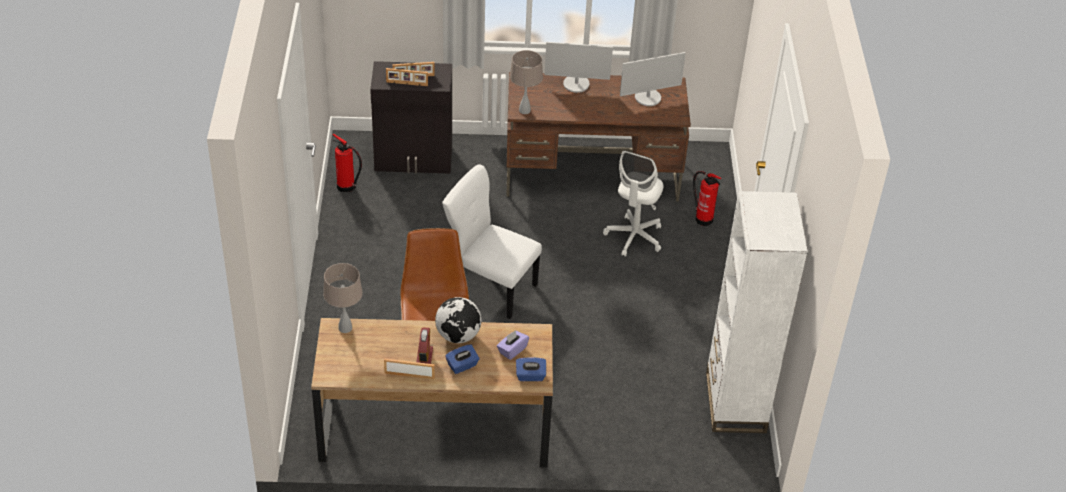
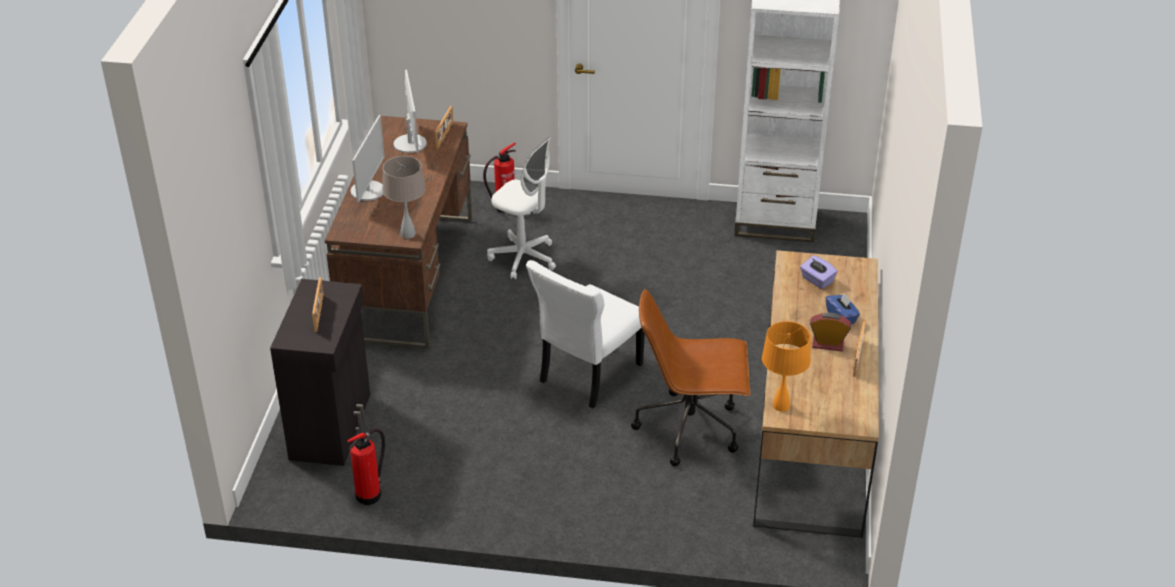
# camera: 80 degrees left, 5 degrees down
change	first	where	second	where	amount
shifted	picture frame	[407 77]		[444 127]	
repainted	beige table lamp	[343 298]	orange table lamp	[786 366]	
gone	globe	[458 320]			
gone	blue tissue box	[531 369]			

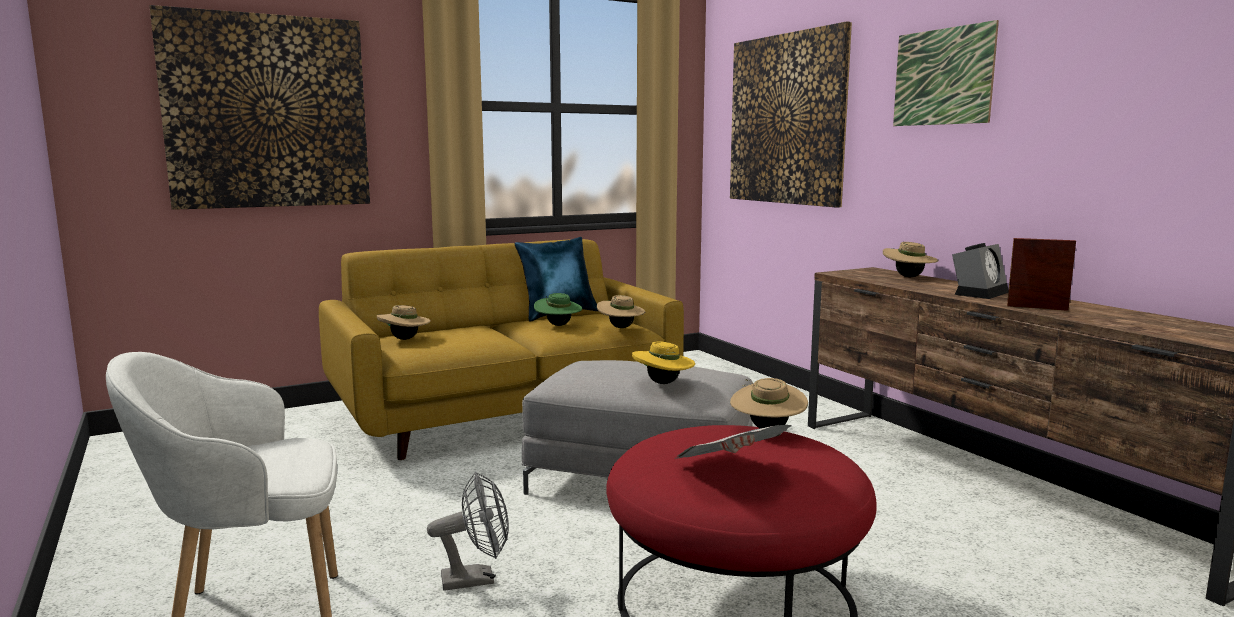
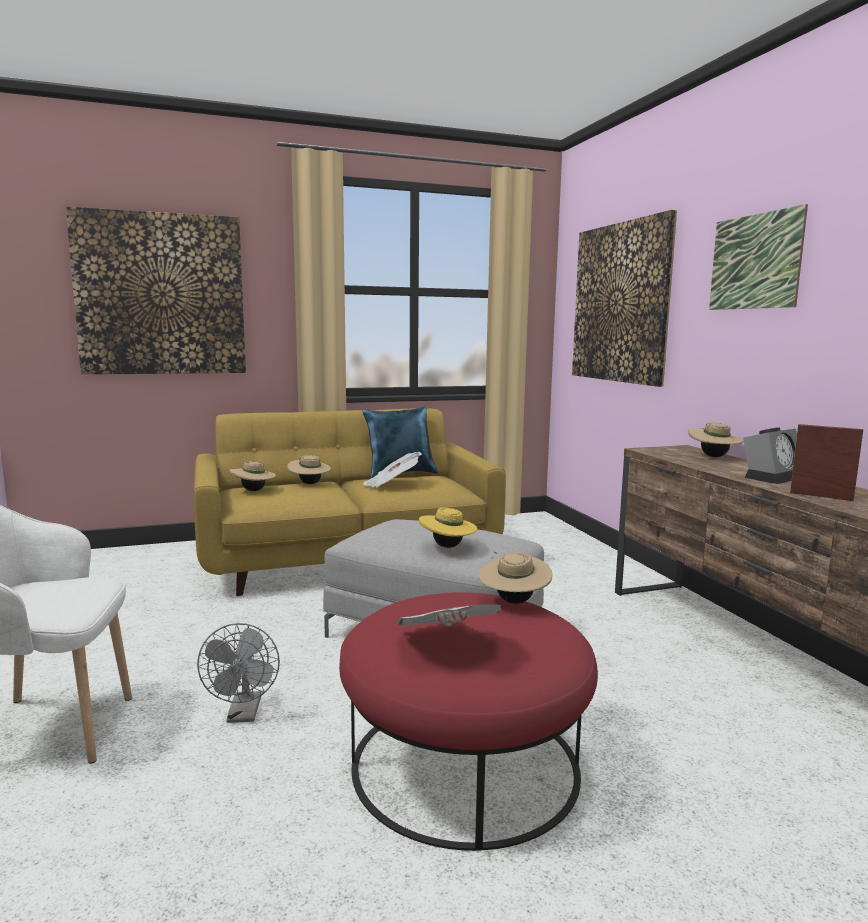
# camera: 10 degrees right, 0 degrees up
change	first	where	second	where	amount
rotated	grey fan	[468 531]		[238 673]	90 degrees clockwise
shifted	beige hat	[621 311]		[309 469]	
swapped	green hat	[558 309]	newspaper	[392 469]	

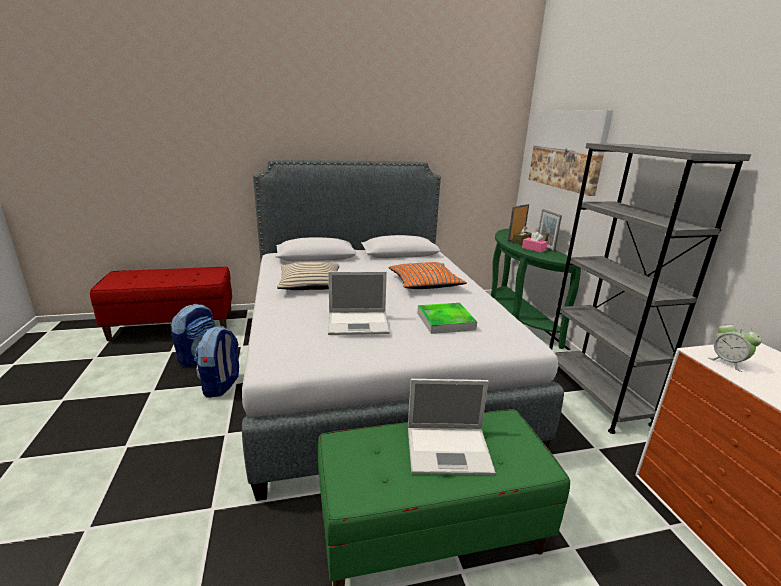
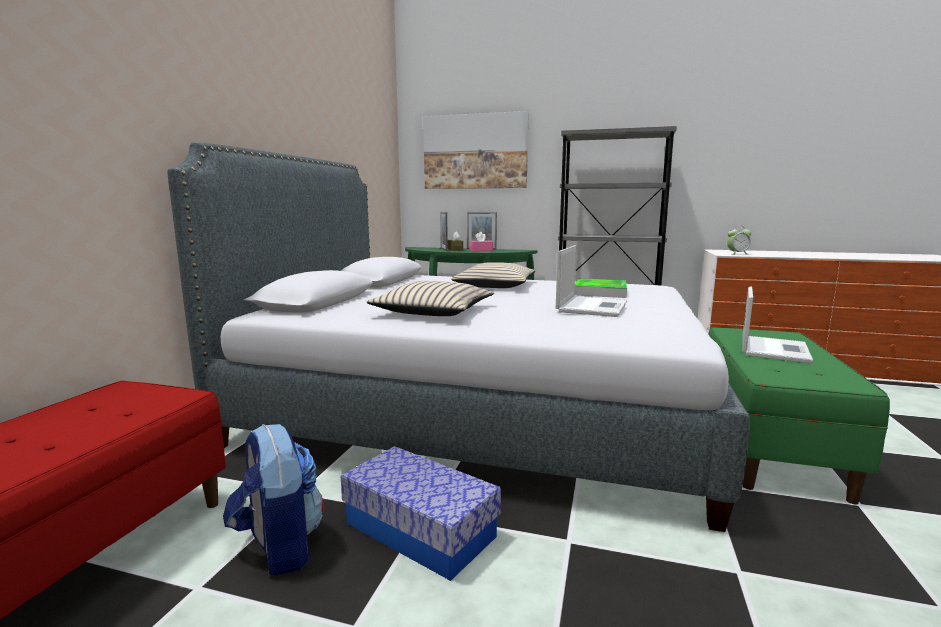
# camera: 60 degrees left, 10 degrees down
change	first	where	second	where	amount
swapped	backpack	[216 362]	storage box	[421 513]	
repainted	orange pillow	[428 275]	beige pillow	[493 275]	

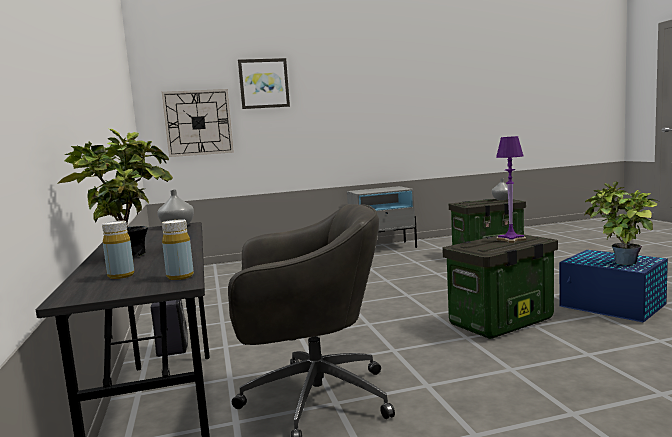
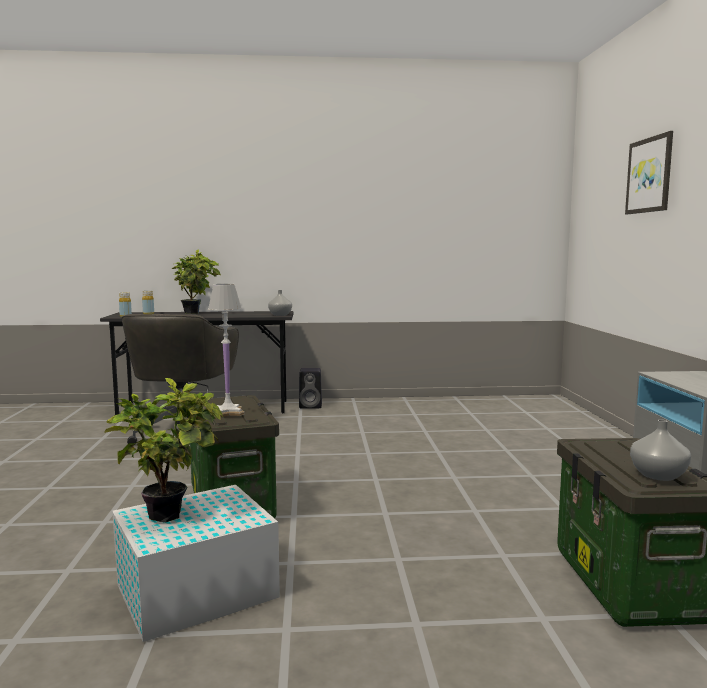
# camera: 100 degrees right, 0 degrees up
change	first	where	second	where	amount
repainted	blue storage box	[613 286]	white storage box	[196 563]	
repainted	purple table lamp	[511 189]	white table lamp	[226 350]	
gone	wall clock	[198 123]			

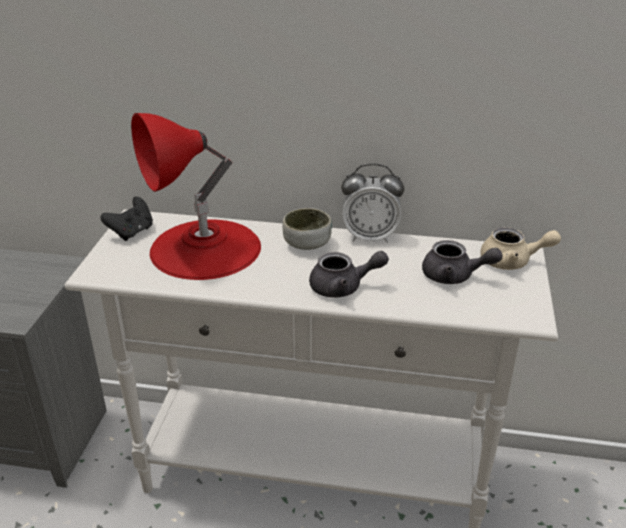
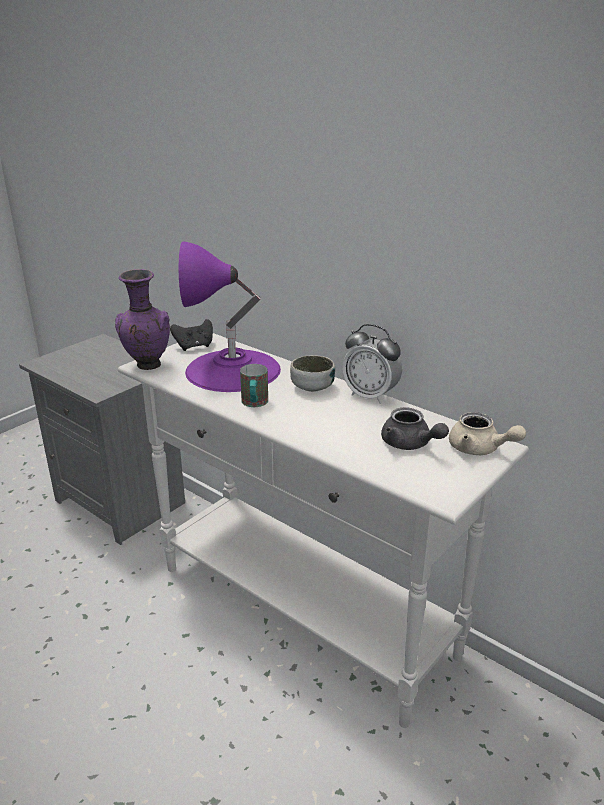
# camera: 30 degrees right, 5 degrees down
change	first	where	second	where	amount
new			purple vase	[142 319]	
repainted	red table lamp	[196 196]	purple table lamp	[230 316]	
new			mug	[254 385]	
gone	grey teapot	[349 274]			

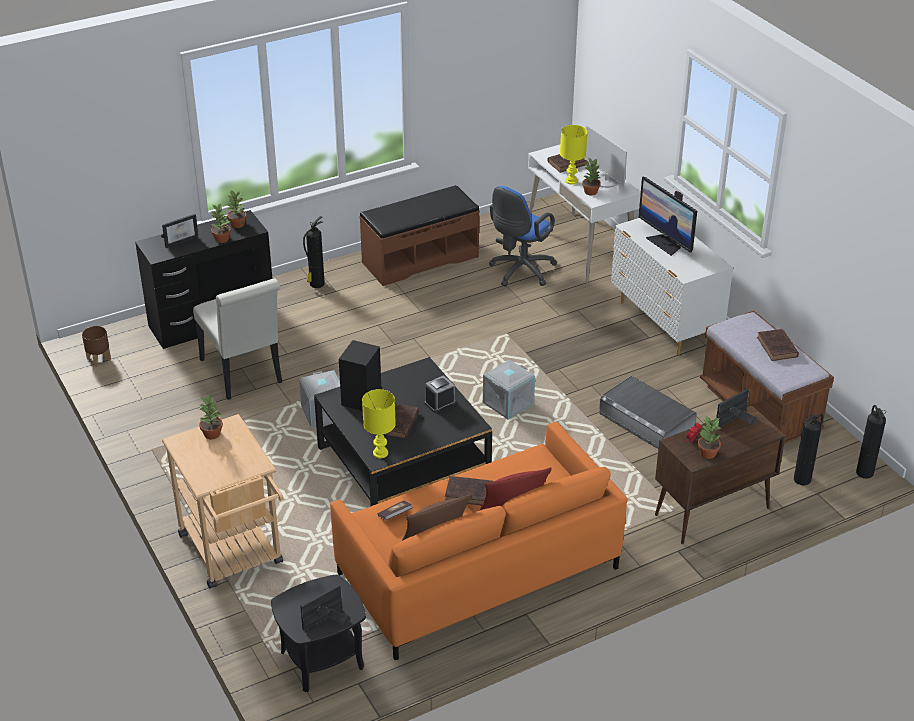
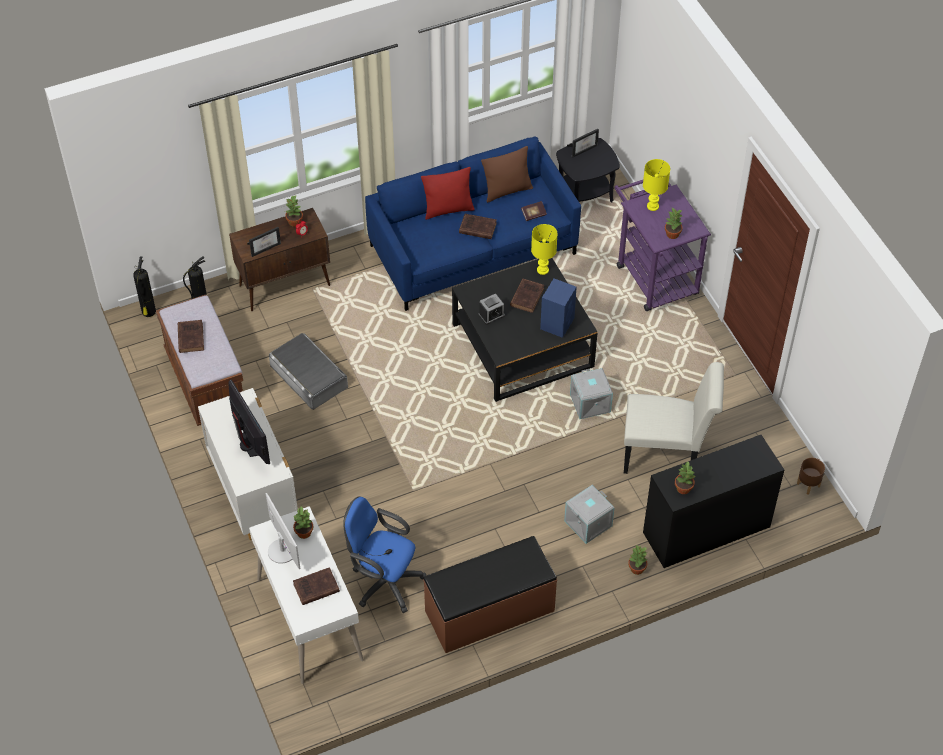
# camera: 175 degrees left, 15 degrees up
change	first	where	second	where	amount
rotated	blue office chair	[523 236]		[384 554]	105 degrees counterclockwise
repainted	orange sofa	[478 541]	blue sofa	[473 223]	
repainted	black speaker	[360 375]	blue speaker	[558 308]	
shifted	grey storage box	[509 390]		[589 514]	
repainted	beige cart	[222 501]	purple cart	[663 245]	
rotated	white chair	[237 339]		[674 418]	120 degrees clockwise
shifted	potted plant	[221 223]		[637 560]	
shifted	yellow table lamp	[573 155]		[656 185]	
gone	picture frame	[180 231]			
gone	fire extinguisher	[314 252]			

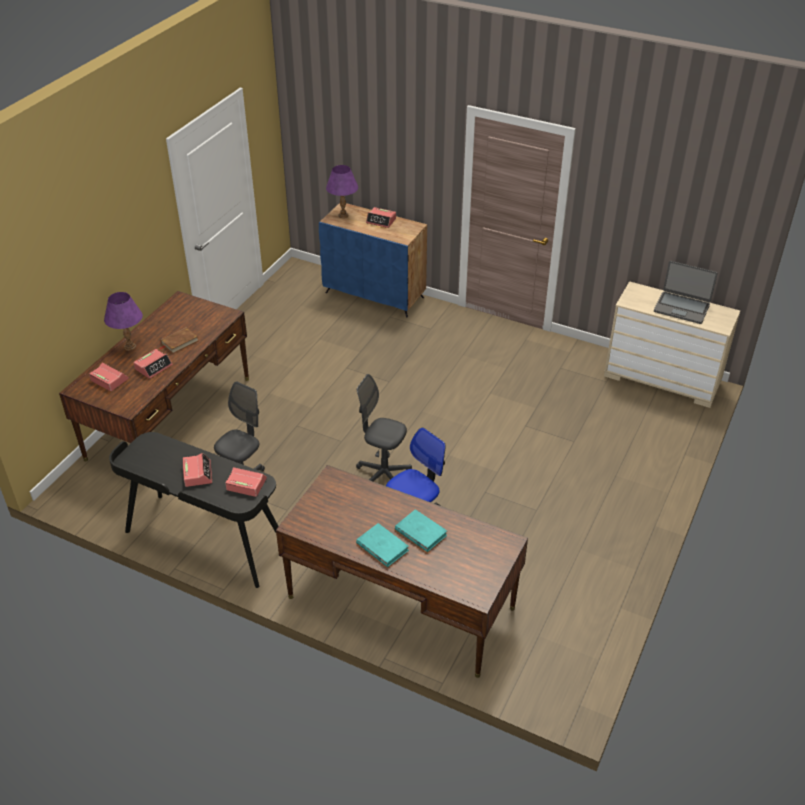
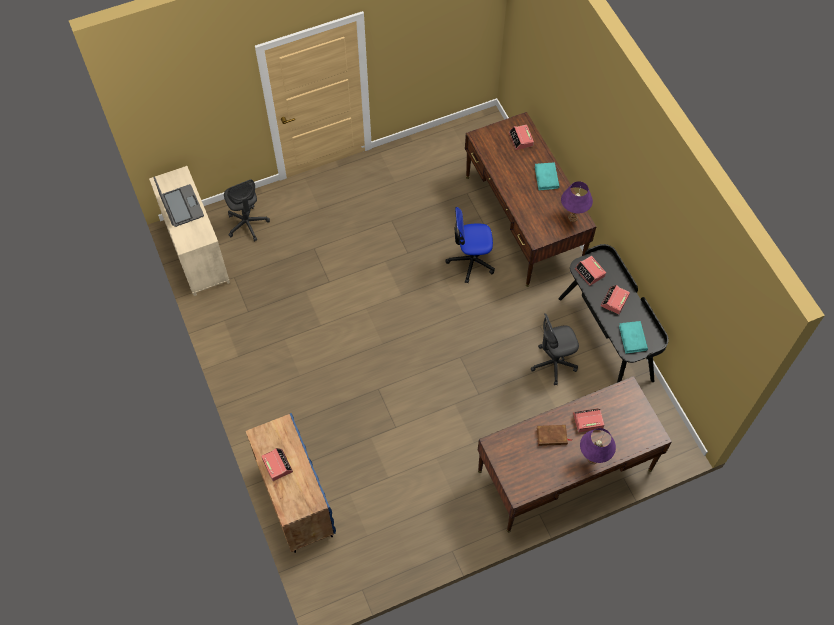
# camera: 140 degrees left, 20 degrees up
change	first	where	second	where	amount
shifted	grey office chair	[384 427]		[247 210]	
shifted	alarm clock	[109 377]		[521 137]	
shifted	purple table lamp	[342 191]		[577 201]	
shifted	turquoise book	[421 530]		[633 337]	

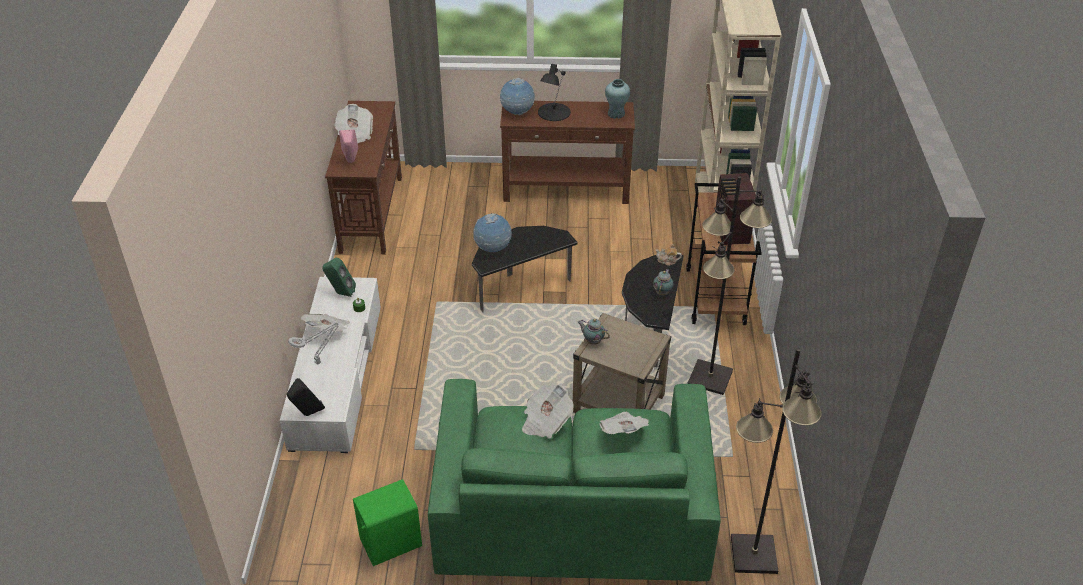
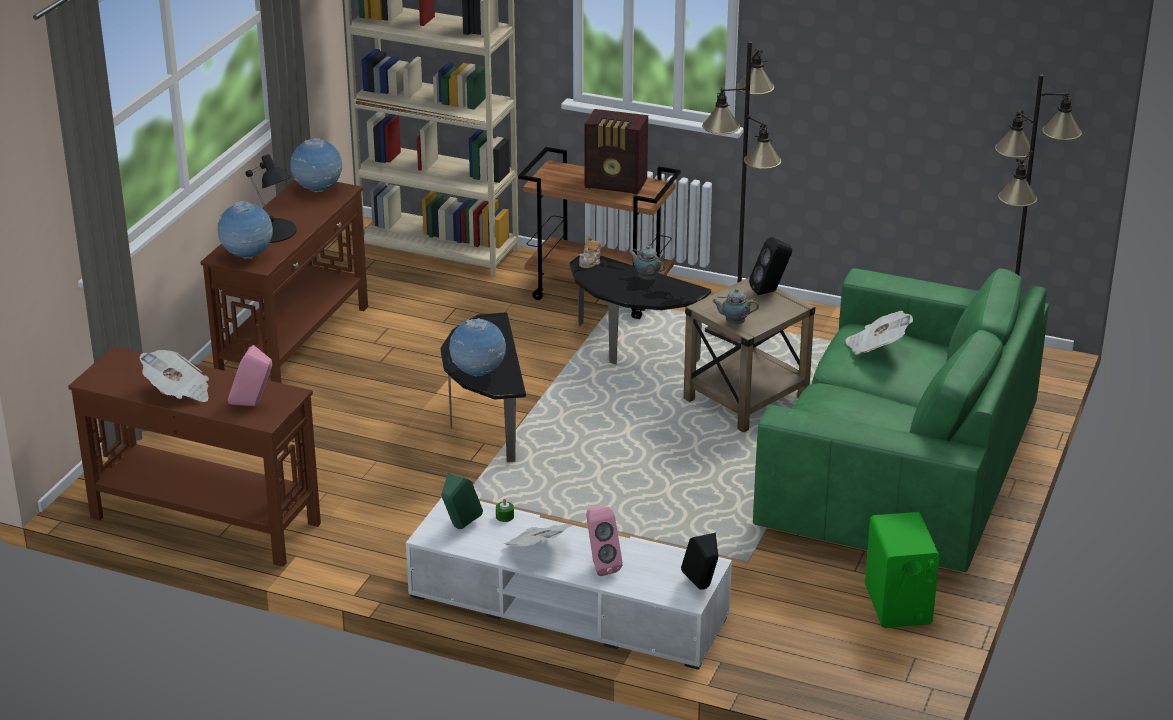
# camera: 70 degrees left, 10 degrees down
change	first	where	second	where	amount
swapped	turquoise vase	[617 99]	globe	[316 165]	
swapped	grey table lamp	[313 343]	pink speaker	[604 541]	
rotated	teapot	[594 332]		[735 306]	45 degrees clockwise
new			black speaker	[770 266]	
gone	newspaper	[548 411]			

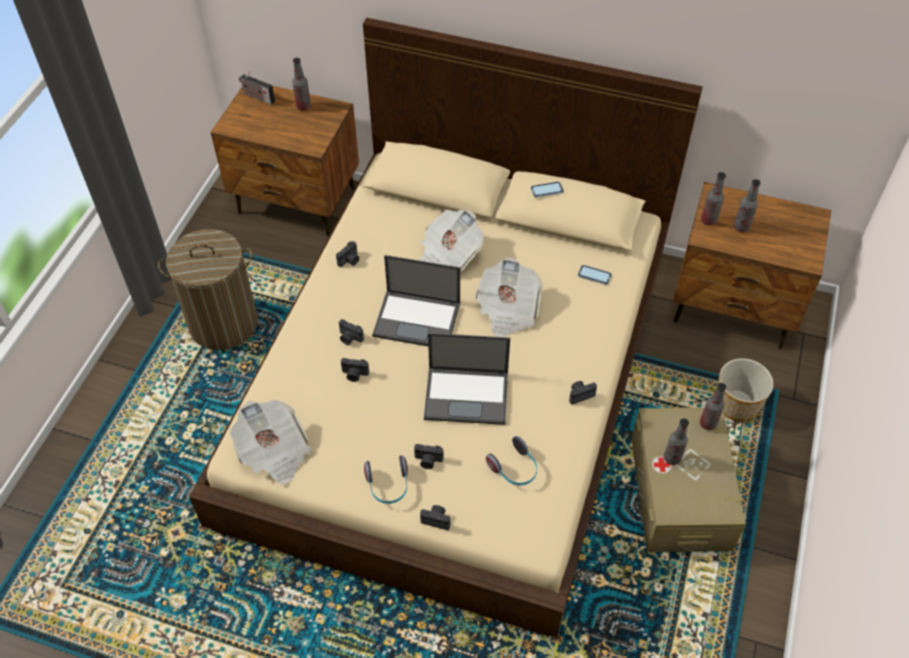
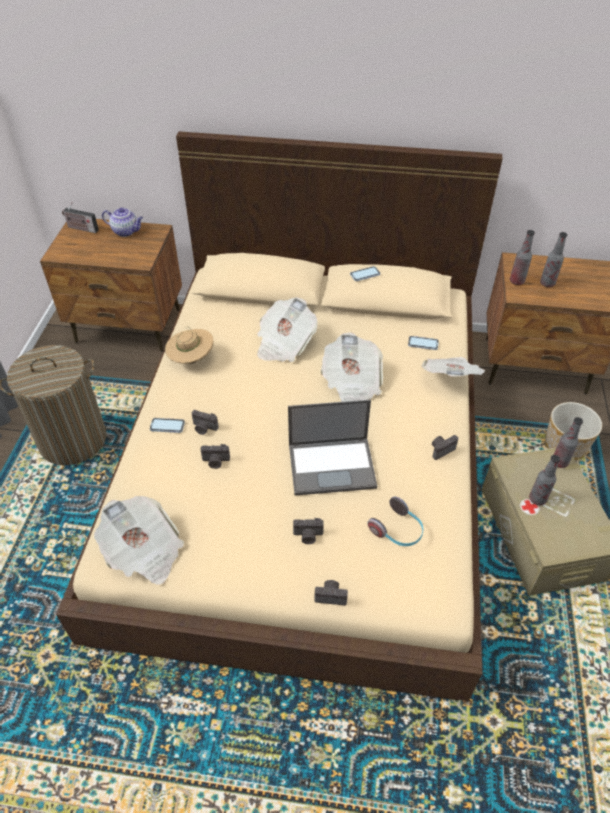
# camera: 10 degrees left, 5 degrees down
change	first	where	second	where	amount
swapped	bottle	[301 84]	teapot	[122 222]	
new			phone	[167 425]	
swapped	photo camera	[347 254]	beige hat	[189 344]	
new			newspaper	[454 367]	
gone	headphones	[386 479]			
gone	laptop	[416 300]			

